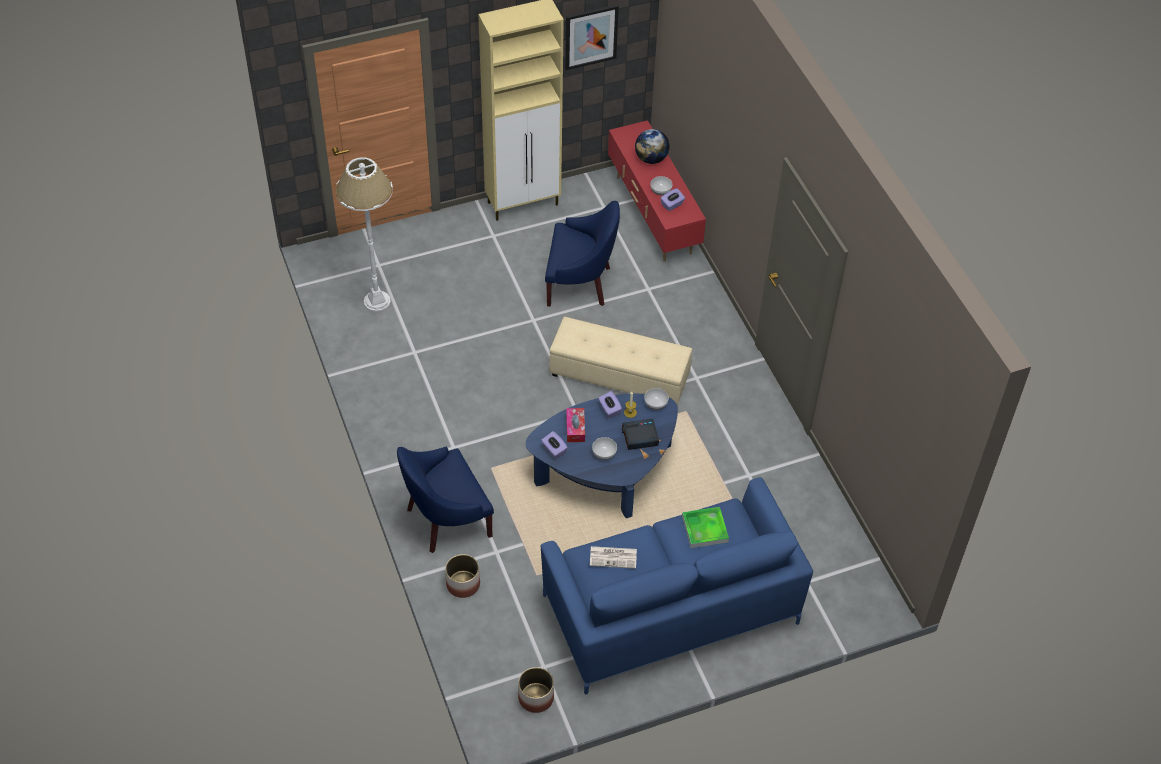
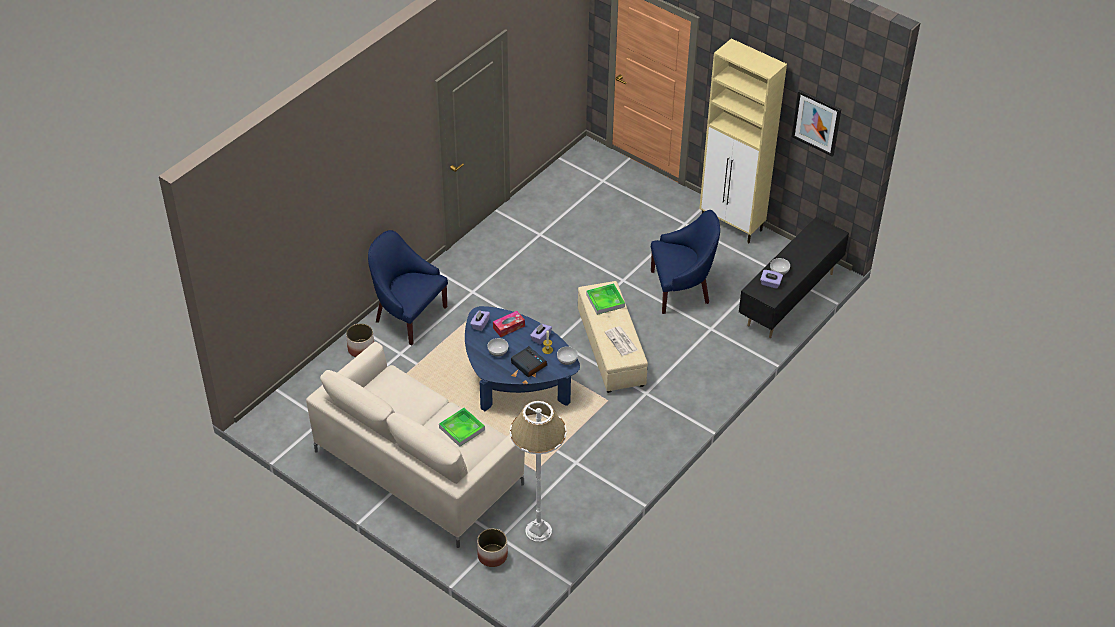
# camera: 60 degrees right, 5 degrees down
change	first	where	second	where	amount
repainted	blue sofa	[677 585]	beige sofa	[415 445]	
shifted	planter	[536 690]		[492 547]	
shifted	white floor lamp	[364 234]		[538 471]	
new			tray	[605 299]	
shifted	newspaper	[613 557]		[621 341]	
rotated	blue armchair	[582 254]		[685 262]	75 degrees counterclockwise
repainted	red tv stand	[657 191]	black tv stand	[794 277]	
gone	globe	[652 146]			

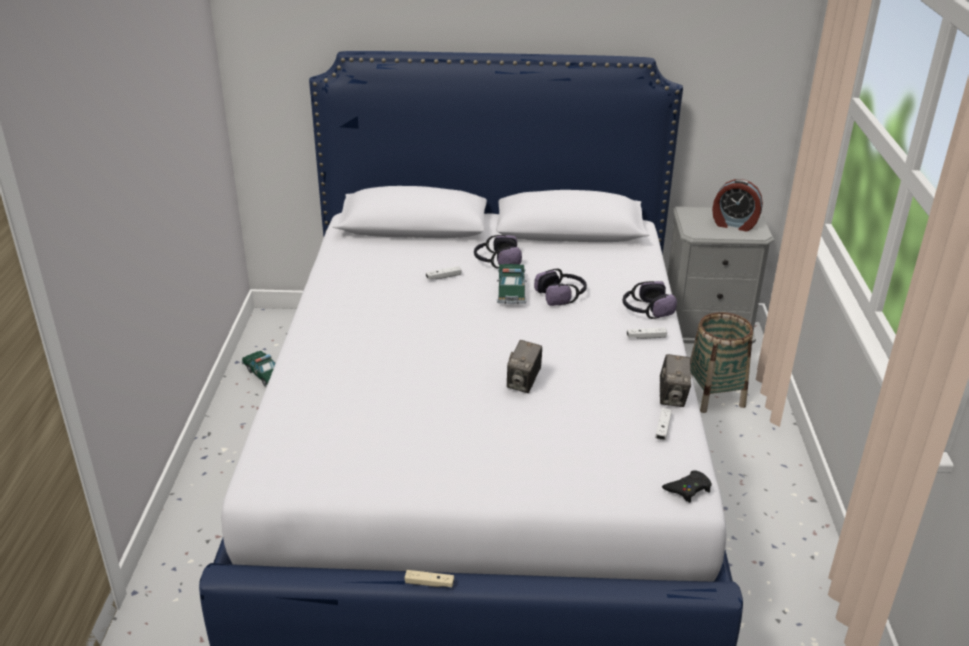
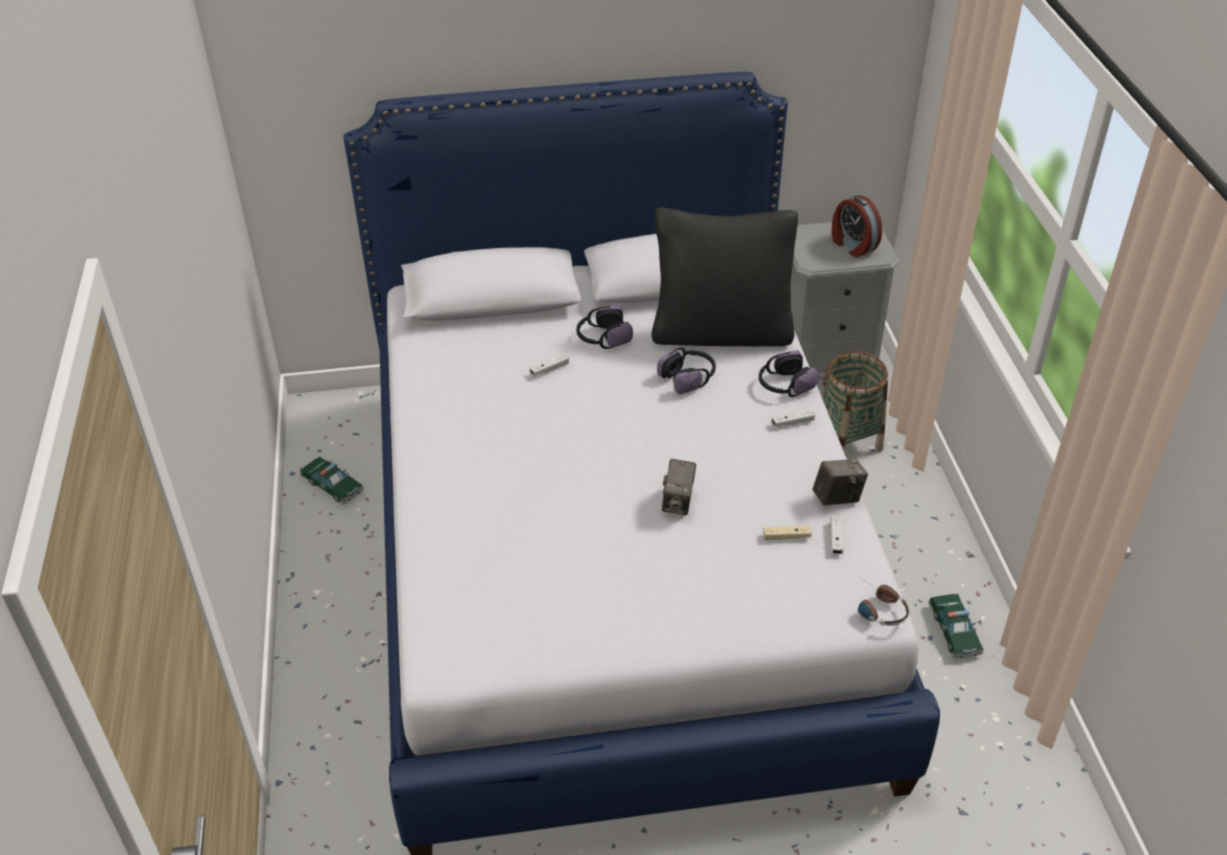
# camera: 10 degrees left, 10 degrees up
change	first	where	second	where	amount
new			black pillow	[725 277]	
shifted	beige game controller	[429 578]		[787 533]	
rotated	photo camera	[675 380]		[840 482]	105 degrees counterclockwise
rotated	alarm clock	[737 205]		[857 226]	45 degrees clockwise
swapped	black game controller	[687 486]	headphones	[883 602]	
shifted	toy car	[512 284]		[956 626]	

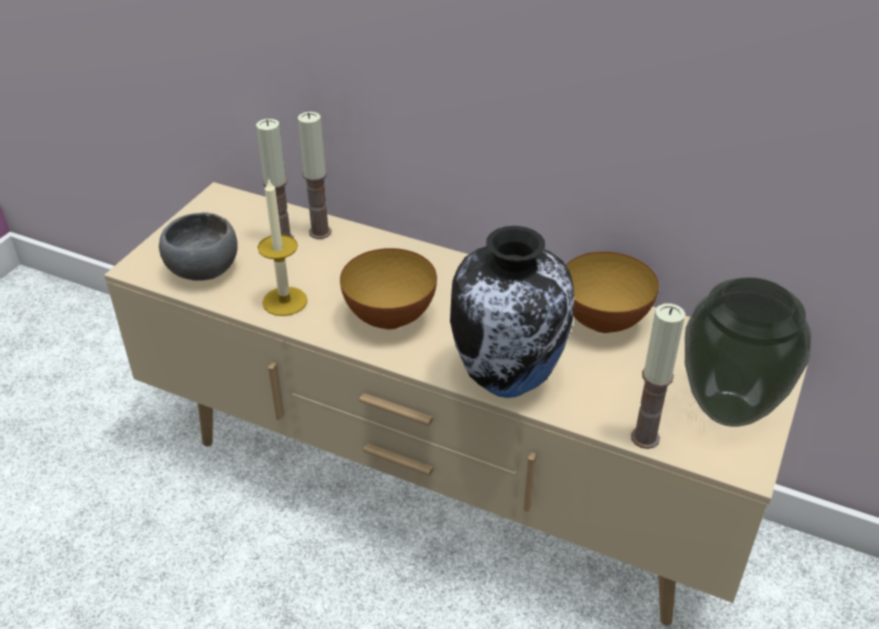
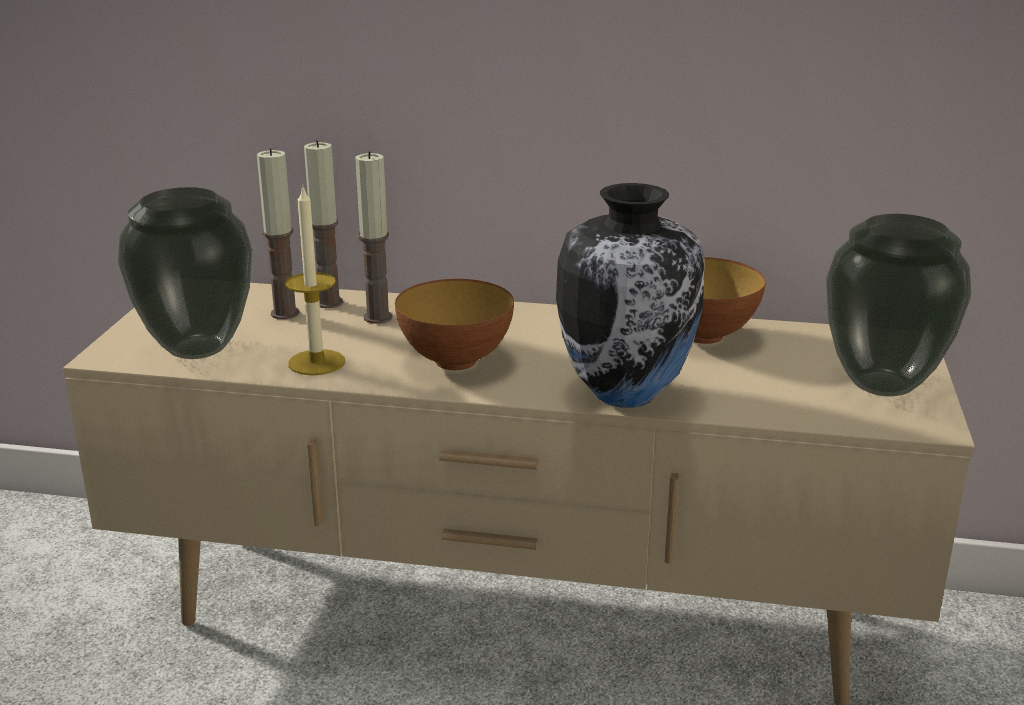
# camera: 15 degrees left, 15 degrees down
change	first	where	second	where	amount
swapped	grey bowl	[198 246]	vase	[185 273]	
shifted	candle	[658 376]		[373 237]	

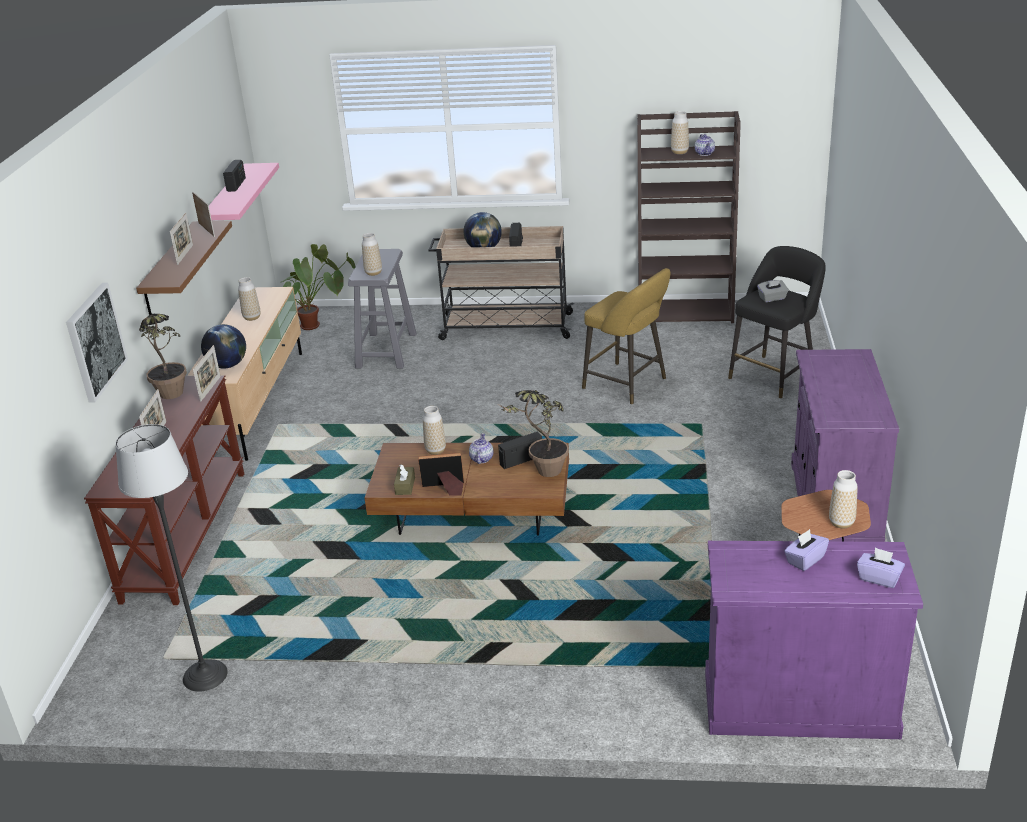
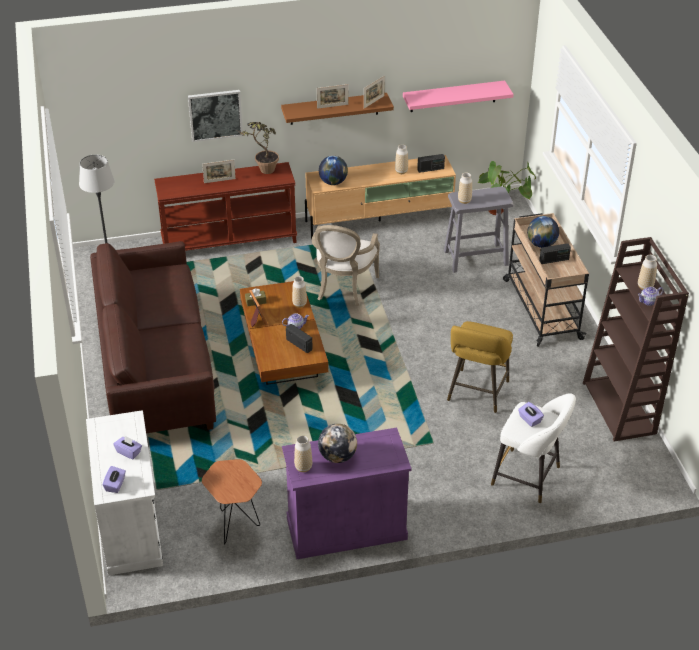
# camera: 70 degrees right, 10 degrees up
change	first	where	second	where	amount
repainted	purple cabinet	[814 640]	white cabinet	[124 493]	
new			brown sofa	[153 337]	
shifted	vase	[843 499]		[303 453]	
new			armchair	[346 265]	
new			globe	[337 443]	
shifted	radio	[234 176]		[431 163]	
repainted	black stool	[777 322]	white stool	[533 448]	
repainted	grey tissue box	[773 291]	purple tissue box	[531 414]	
gone	picture frame	[207 373]			
gone	potted plant	[533 433]			

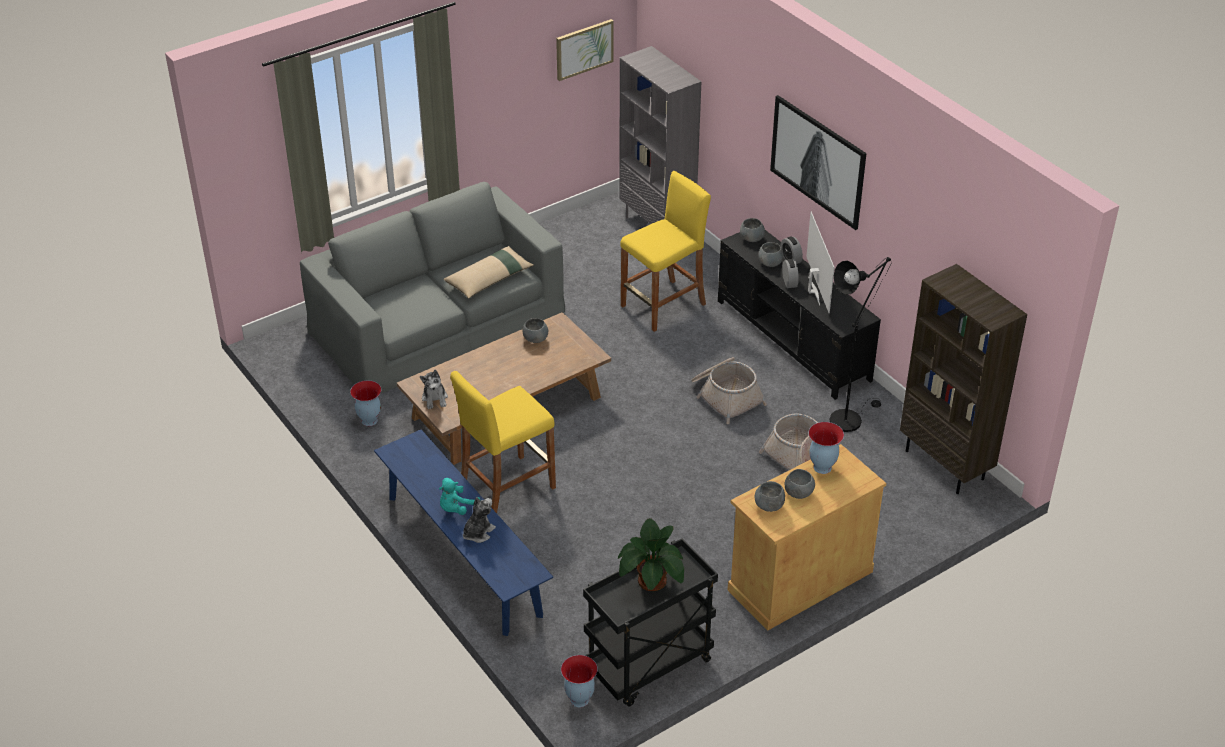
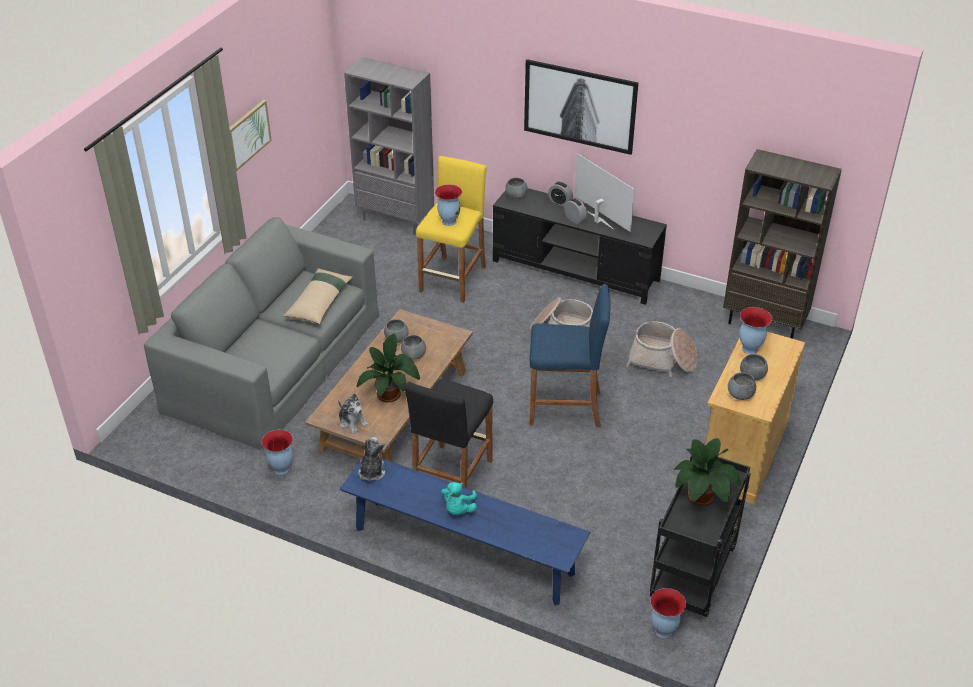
# camera: 30 degrees left, 0 degrees up
change	first	where	second	where	amount
shifted	picture	[585 50]		[250 135]	
new			potted plant	[388 368]	
shifted	plush toy	[479 520]		[372 459]	
shifted	grey bowl	[771 254]		[413 347]	
repainted	yellow stool	[503 442]	black stool	[449 433]	
new			vase	[448 205]	
new			blue stool	[570 356]	
gone	black floor lamp	[861 344]			

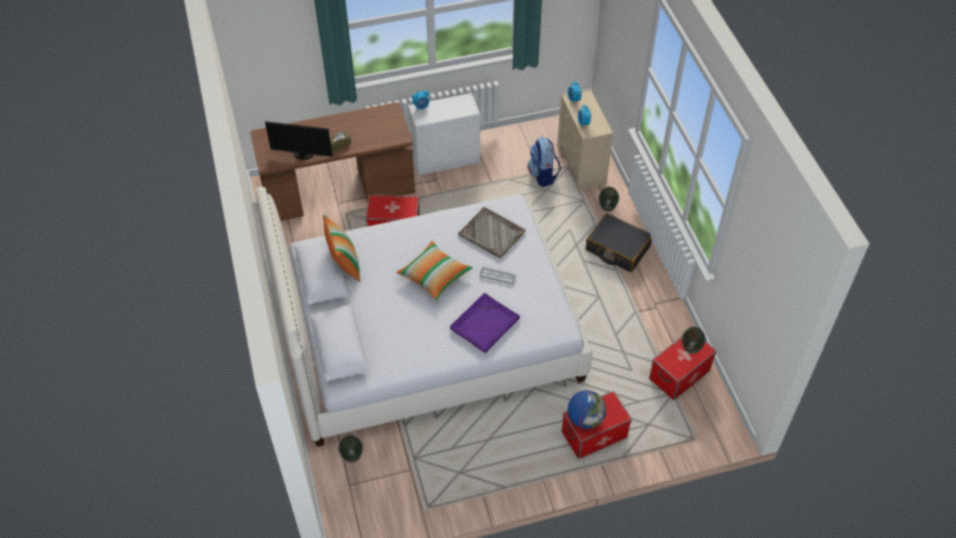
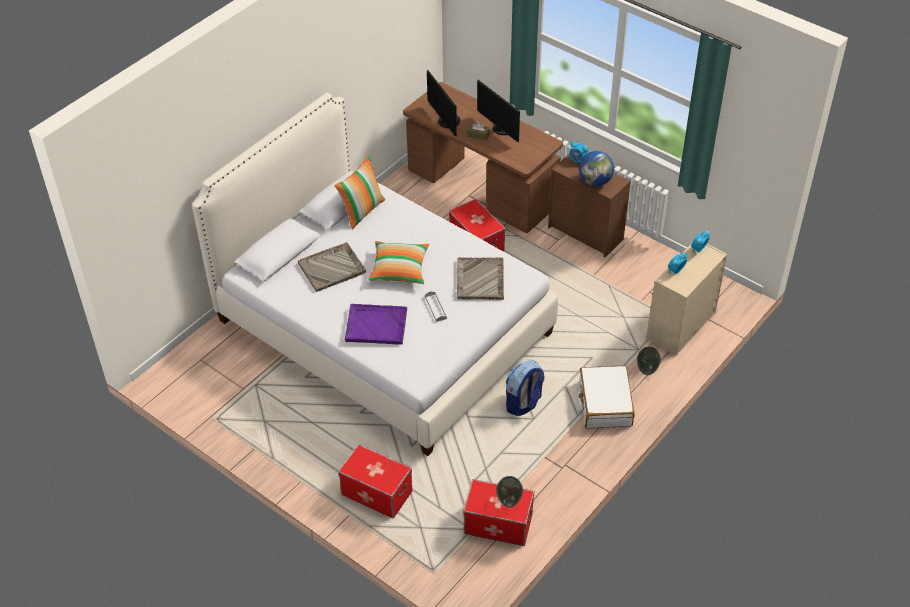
# camera: 55 degrees right, 5 degrees down
change	first	where	second	where	amount
new			grey tray	[332 267]	
new			monitor	[498 111]	
shifted	backpack	[544 161]		[525 388]	
repainted	white dresser	[444 135]	brown dresser	[589 206]	
shifted	globe	[587 409]		[596 168]	
repainted	black suitcase	[619 242]	white suitcase	[607 396]	
gone	vase	[350 448]			

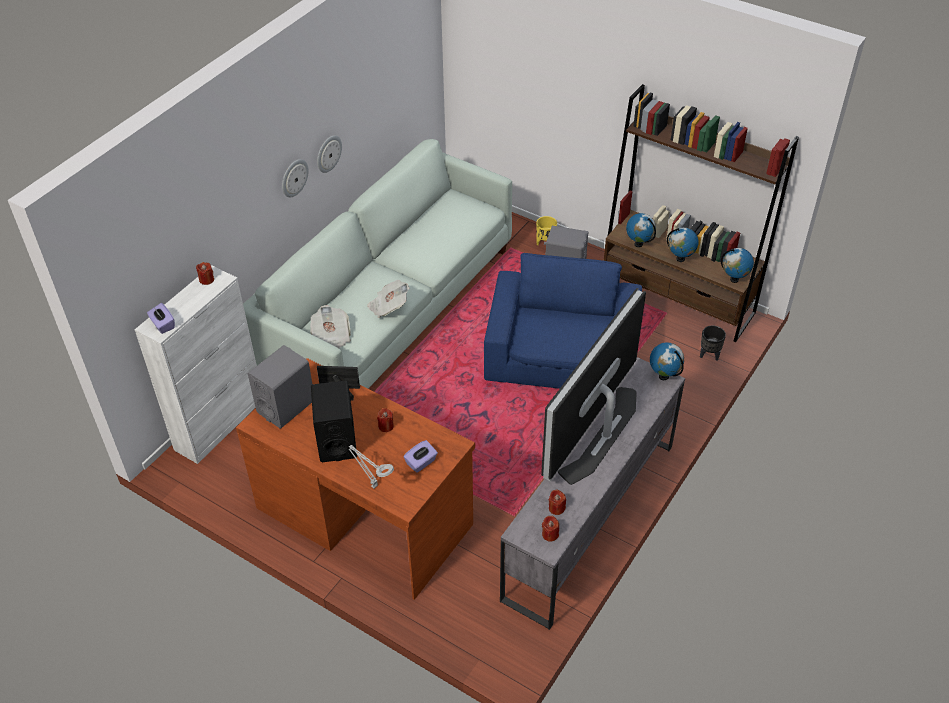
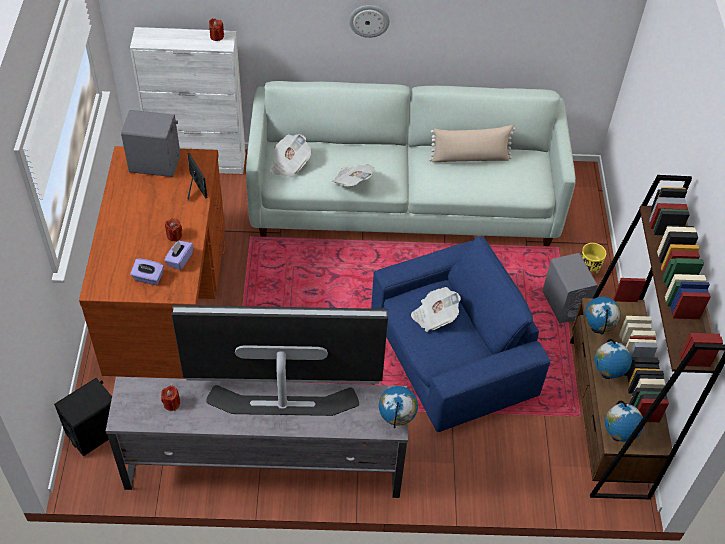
# camera: 55 degrees right, 5 degrees up
change	first	where	second	where	amount
shifted	black speaker	[334 421]		[83 417]	
shifted	purple tissue box	[161 318]		[179 255]	
new			newspaper	[436 309]	
new			beige pillow	[472 143]	
gone	wall clock	[329 154]			
gone	grey table lamp	[371 466]			
gone	red candle	[550 529]			
gone	black planter	[713 343]			

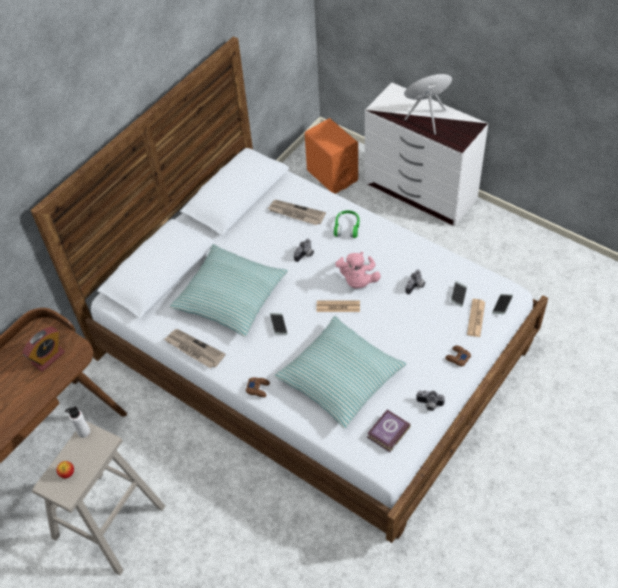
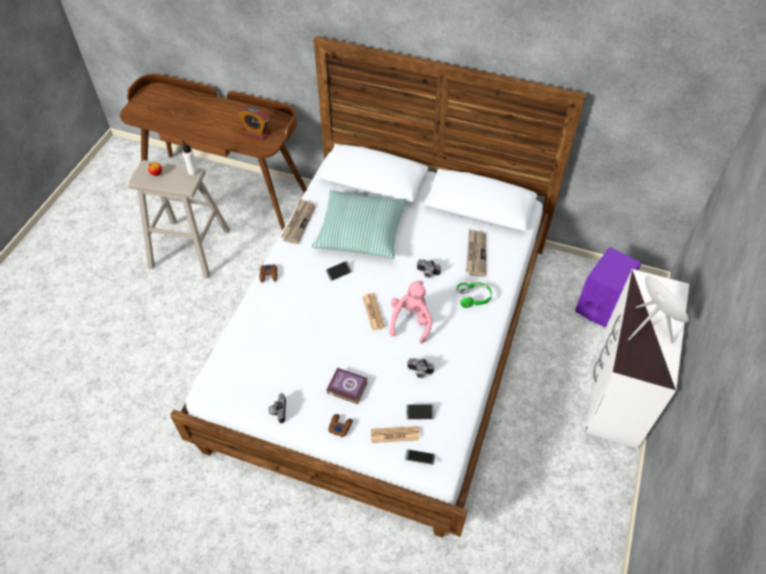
# camera: 70 degrees right, 0 degrees up
change	first	where	second	where	amount
shifted	book	[389 431]		[347 386]	
rotated	pink plush toy	[358 270]		[411 312]	120 degrees clockwise
repainted	orange speaker	[331 156]	purple speaker	[608 287]	
gone	pillow	[340 372]			

